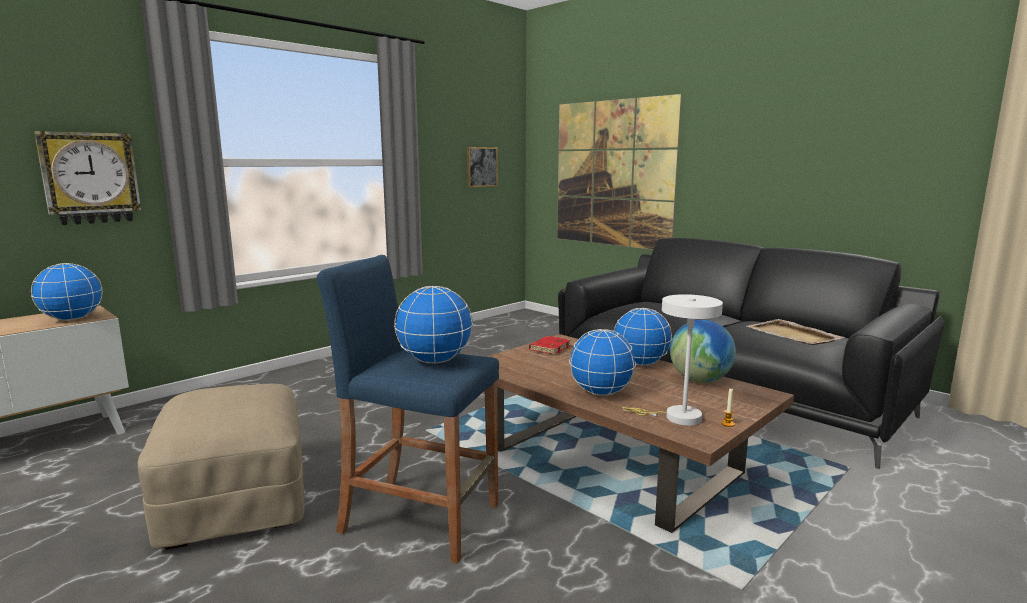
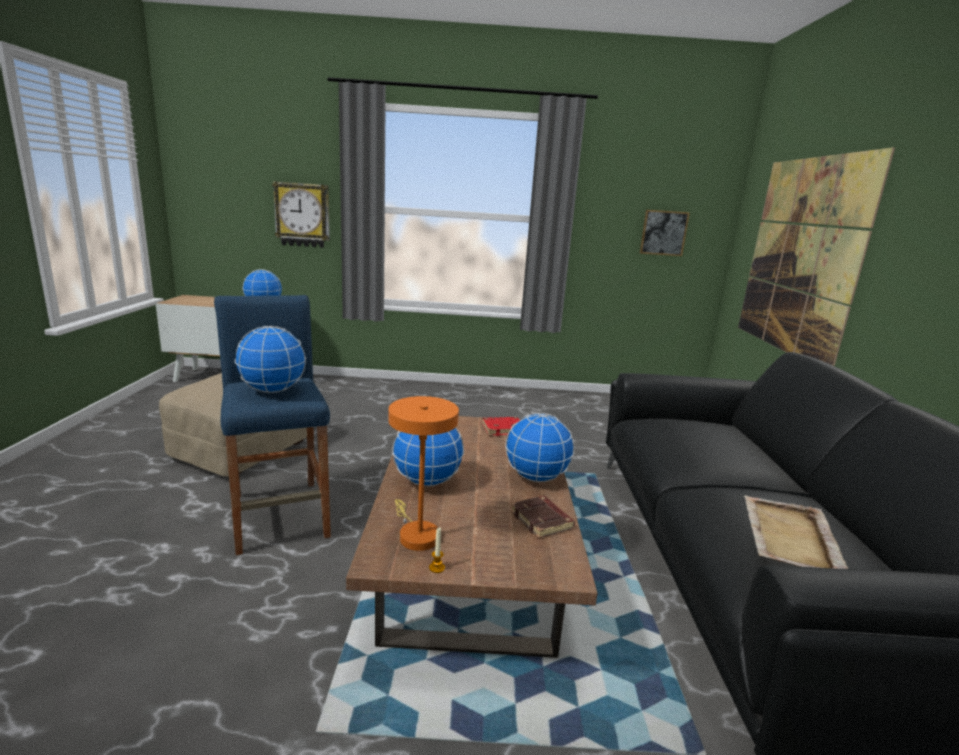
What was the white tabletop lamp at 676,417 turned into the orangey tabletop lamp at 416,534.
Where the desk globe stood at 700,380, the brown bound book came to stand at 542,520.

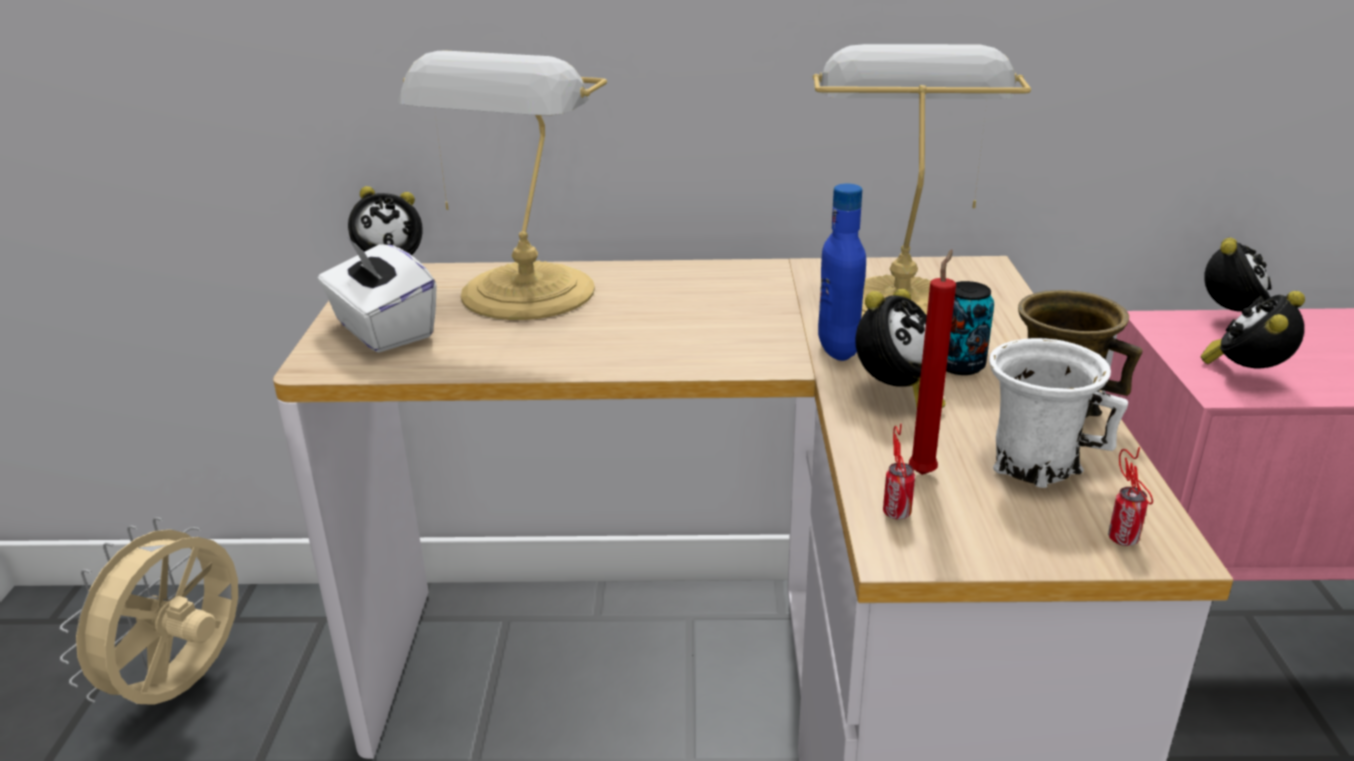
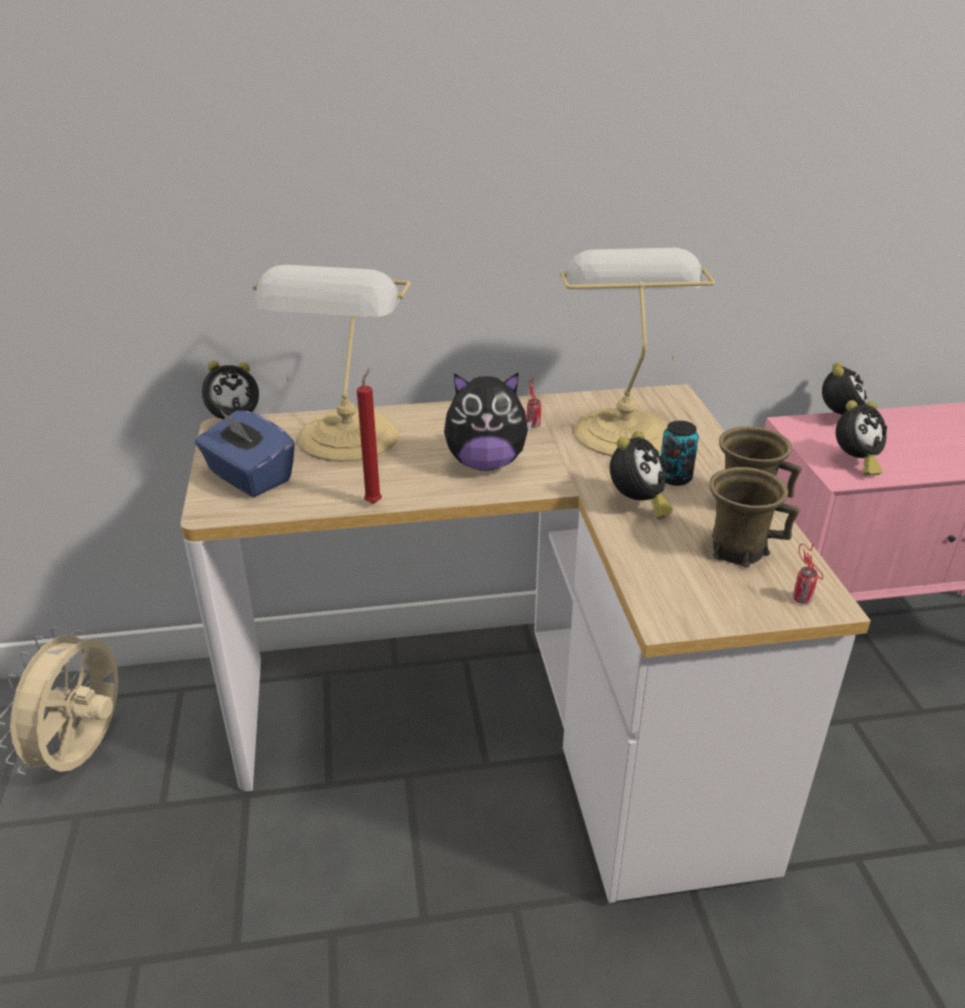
The second view lost the bluish beverage bottle at 838,349.
What was the white tissue box at 382,330 turned into the bluish tissue box at 249,477.
The red candle ended up elsewhere, having gone from 923,472 to 374,502.
The bedside clock at 1246,374 ended up facing another way, 150 degrees counterclockwise from before.
What was the white tea mug at 1034,462 turned into the brown tea mug at 737,549.
The metal can ended up elsewhere, having gone from 897,516 to 533,426.
The second view gained the cuddly toy at 486,463.

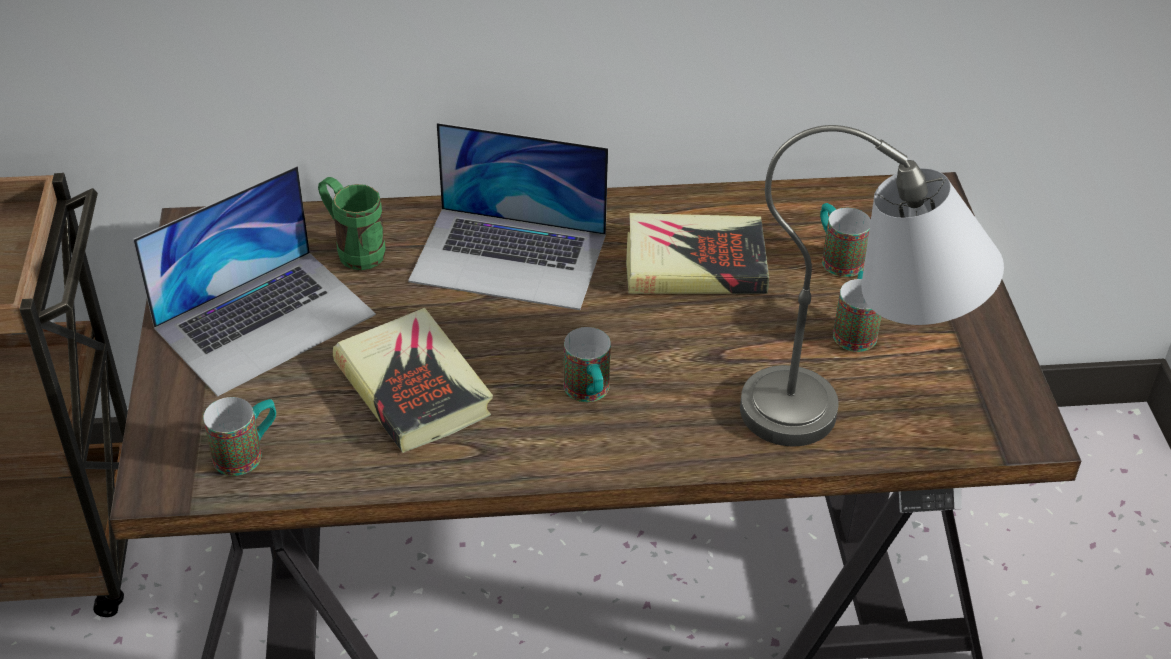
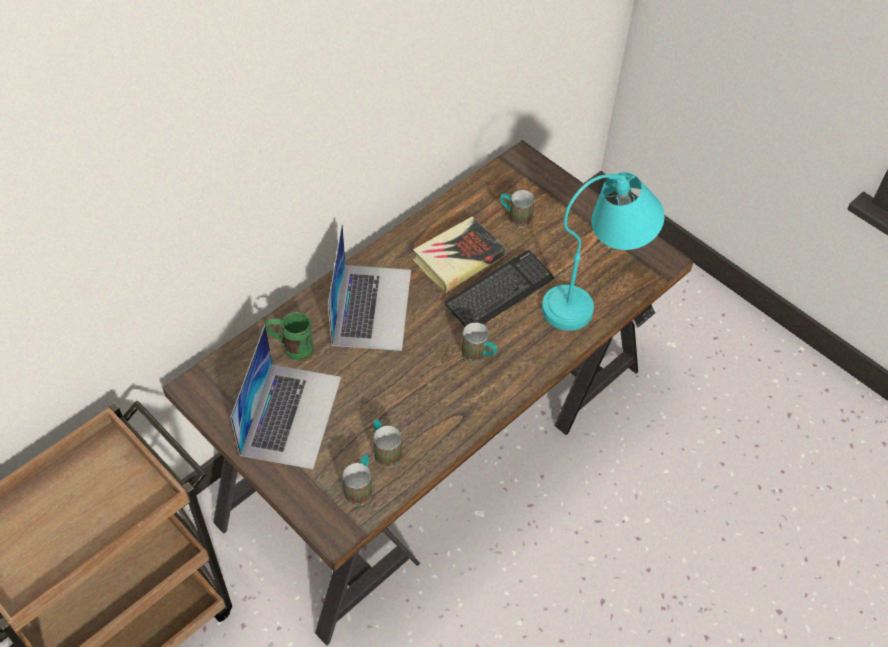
The laptop at 509,257 ended up facing another way, 60 degrees counterclockwise from before.
What was the gray tabletop lamp at 855,415 turned into the turquoise-coloured tabletop lamp at 595,295.
The tea mug ended up elsewhere, having gone from 855,329 to 385,450.
The second view lost the bound book at 413,388.
The second view gained the keyboard at 499,292.

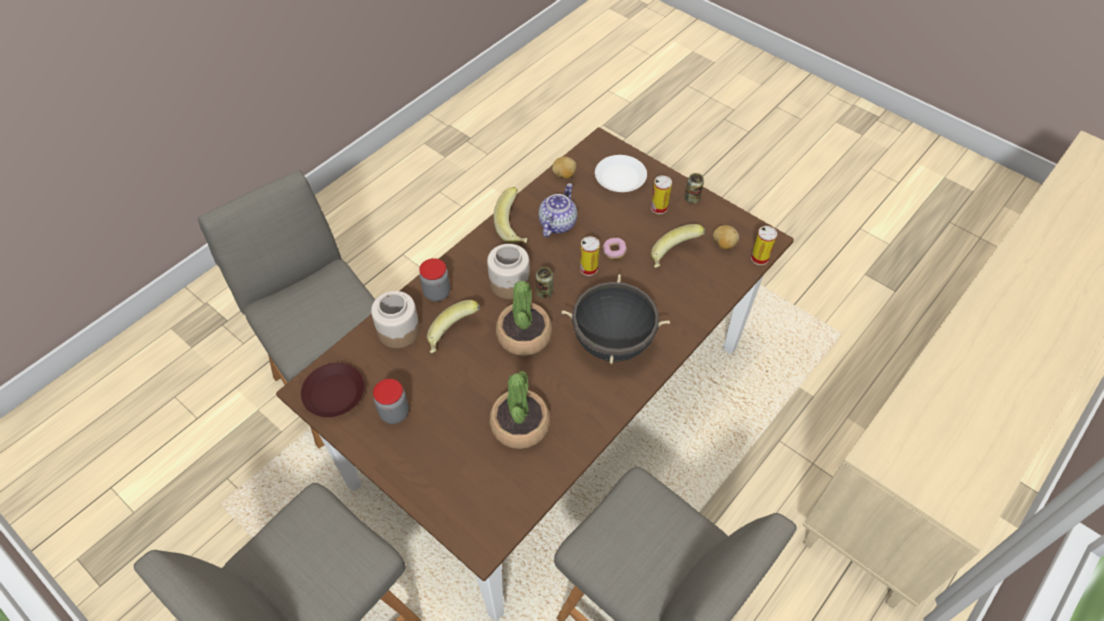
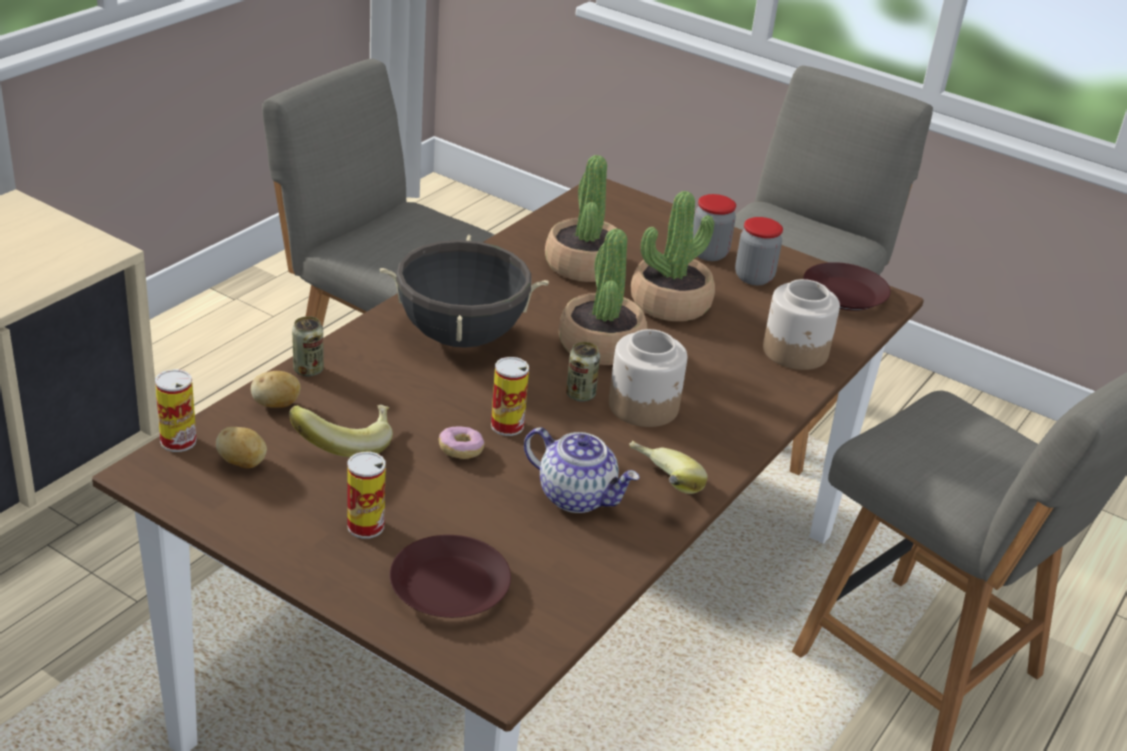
What was the white flat dish at 620,177 turned into the brown flat dish at 450,587.
The spud ended up elsewhere, having gone from 564,175 to 276,405.
The metal can ended up elsewhere, having gone from 692,198 to 308,370.
The teapot at 557,223 ended up facing another way, 75 degrees counterclockwise from before.
The storage jar ended up elsewhere, having gone from 437,293 to 708,253.
The second view lost the whole banana at 453,336.
The second view gained the houseplant at 670,303.

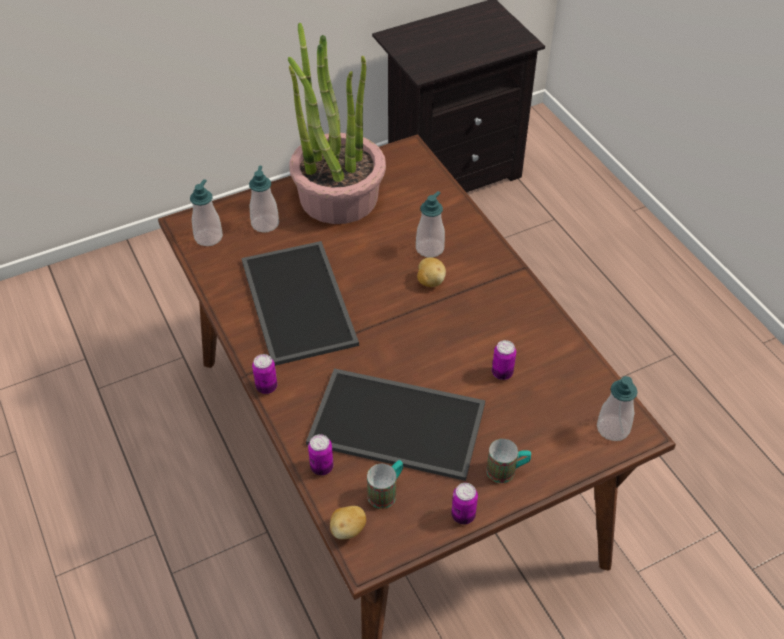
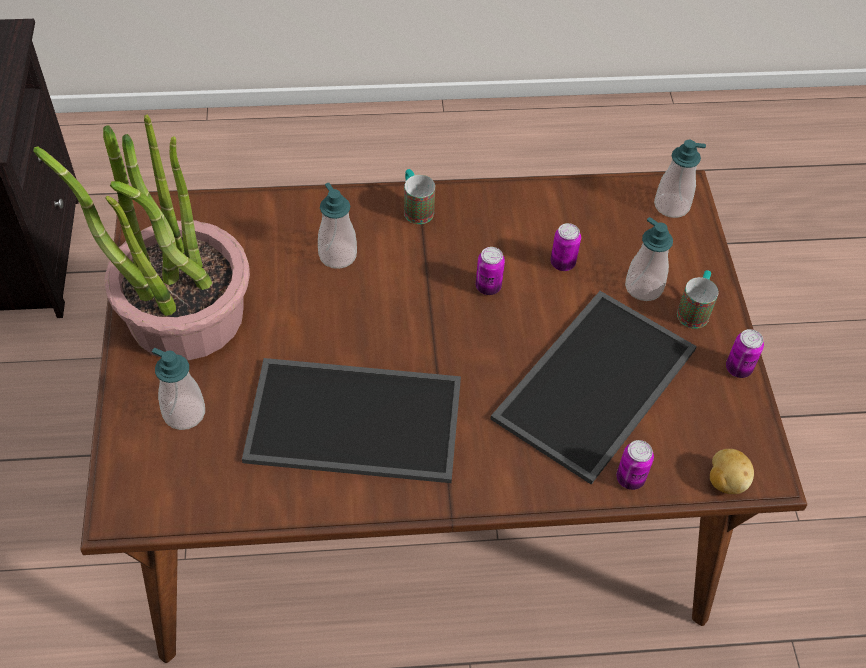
The soap bottle ended up elsewhere, having gone from 208,237 to 643,287.
The second view lost the spud at 430,281.
The metal can ended up elsewhere, having gone from 266,387 to 488,287.
The tea mug ended up elsewhere, having gone from 386,491 to 416,208.

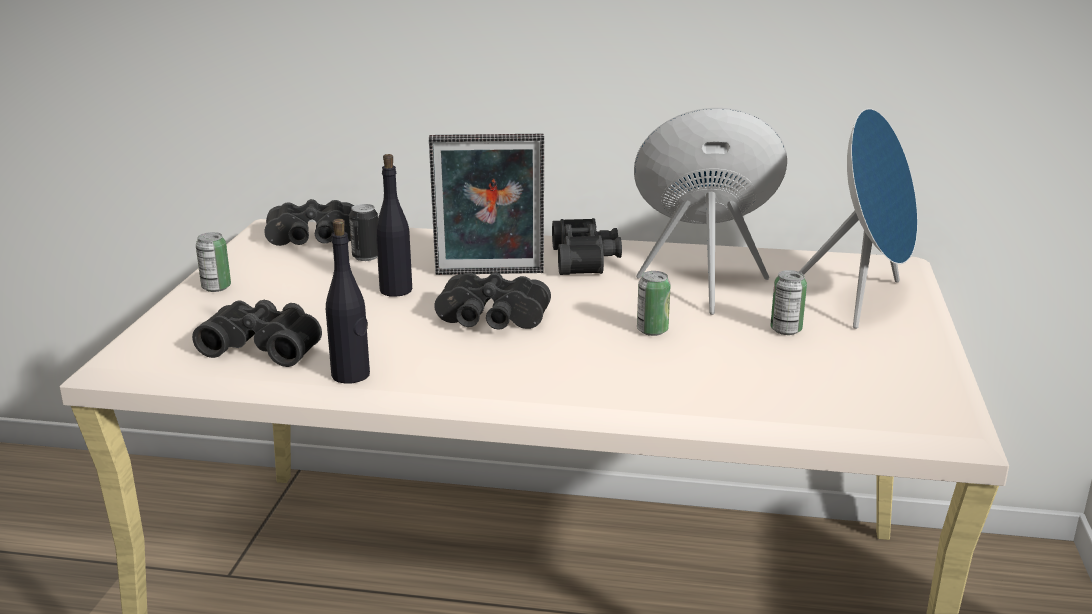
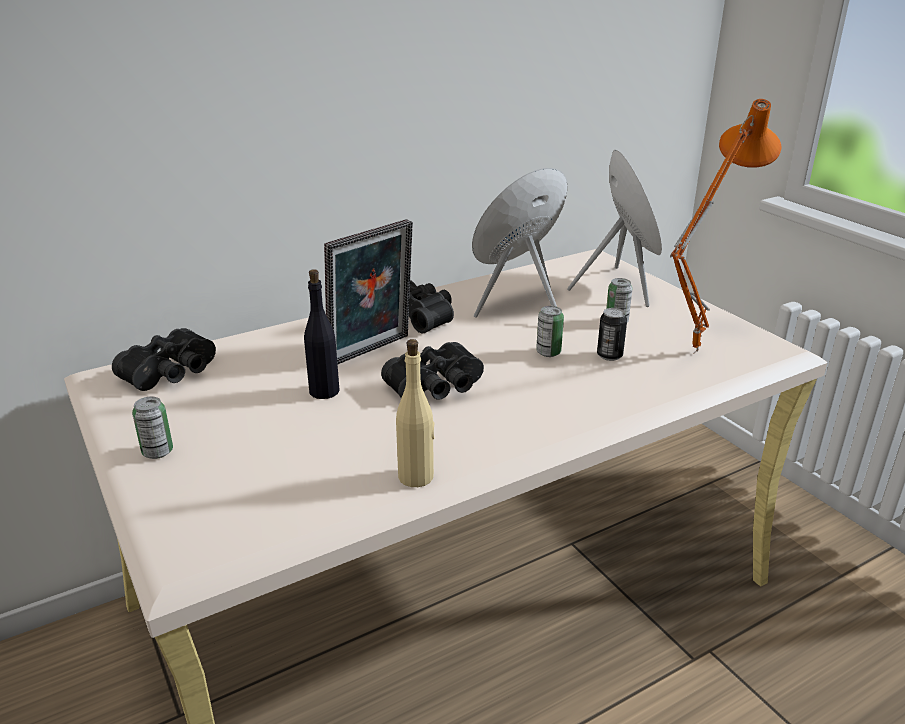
The metal can ended up elsewhere, having gone from 366,257 to 609,356.
What was the black-coloured beverage bottle at 351,375 turned into the beige-coloured beverage bottle at 416,477.
The second view lost the black-coloured field glasses at 265,346.
The second view gained the orangey tabletop lamp at 691,350.

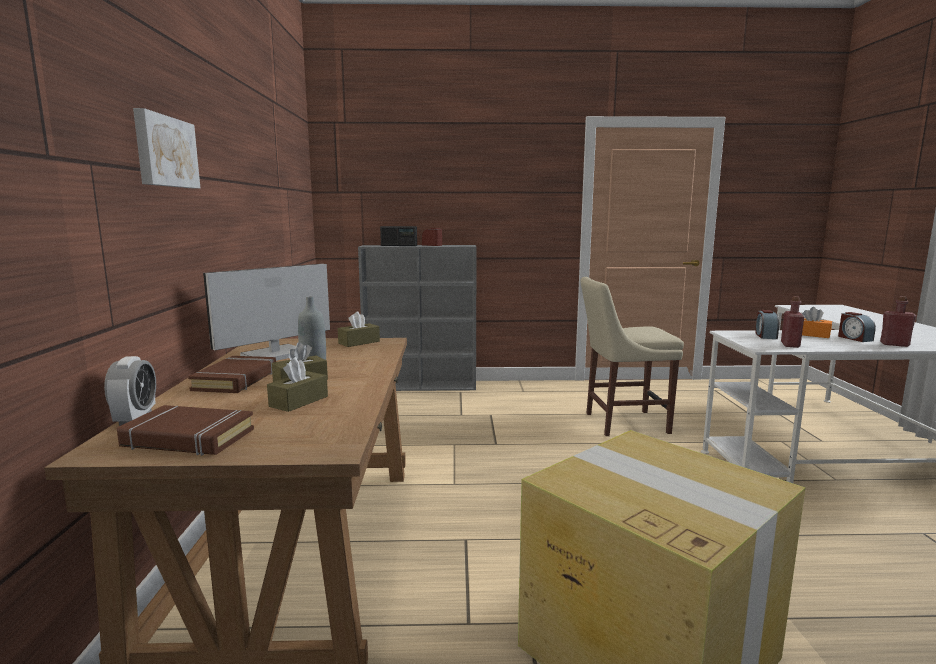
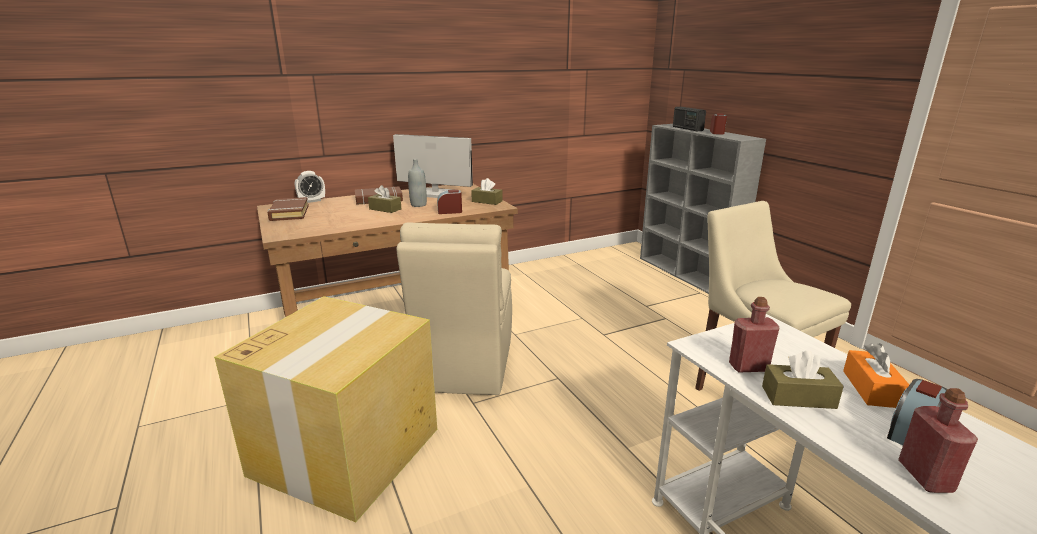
The second view lost the wall picture at 165,152.
The bedside clock ended up elsewhere, having gone from 765,336 to 450,211.
The brown tissue box ended up elsewhere, having gone from 299,401 to 798,397.
The second view gained the beige-coloured chair at 464,365.

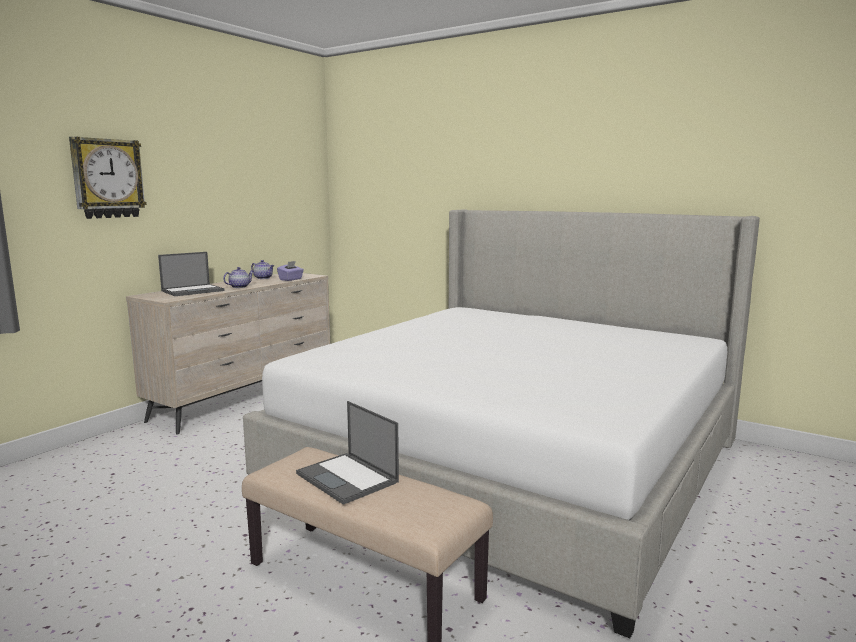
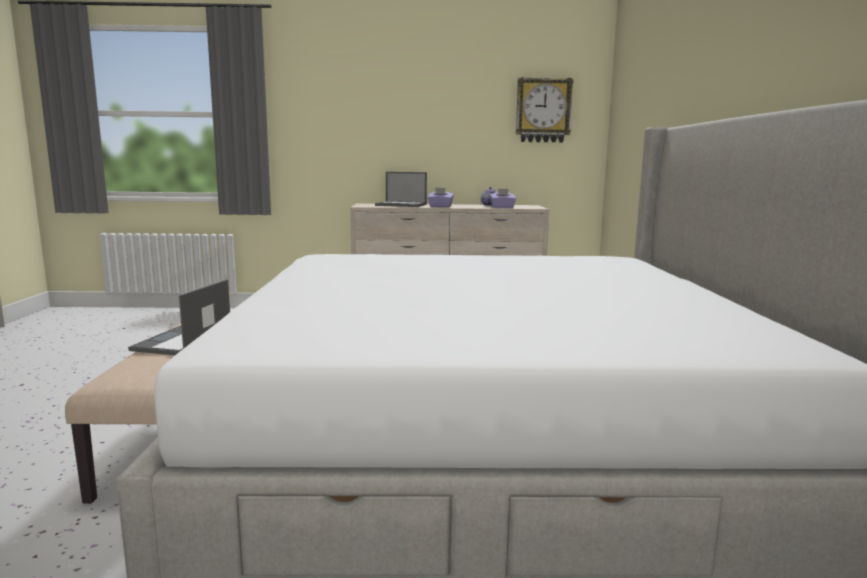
The clock on the wall ended up elsewhere, having gone from 107,178 to 543,110.
Where the teapot stood at 239,287, the purple tissue box came to stand at 440,206.

